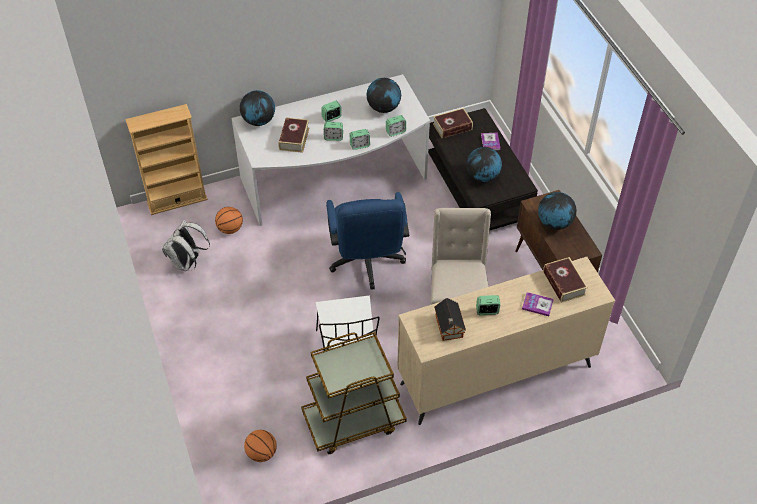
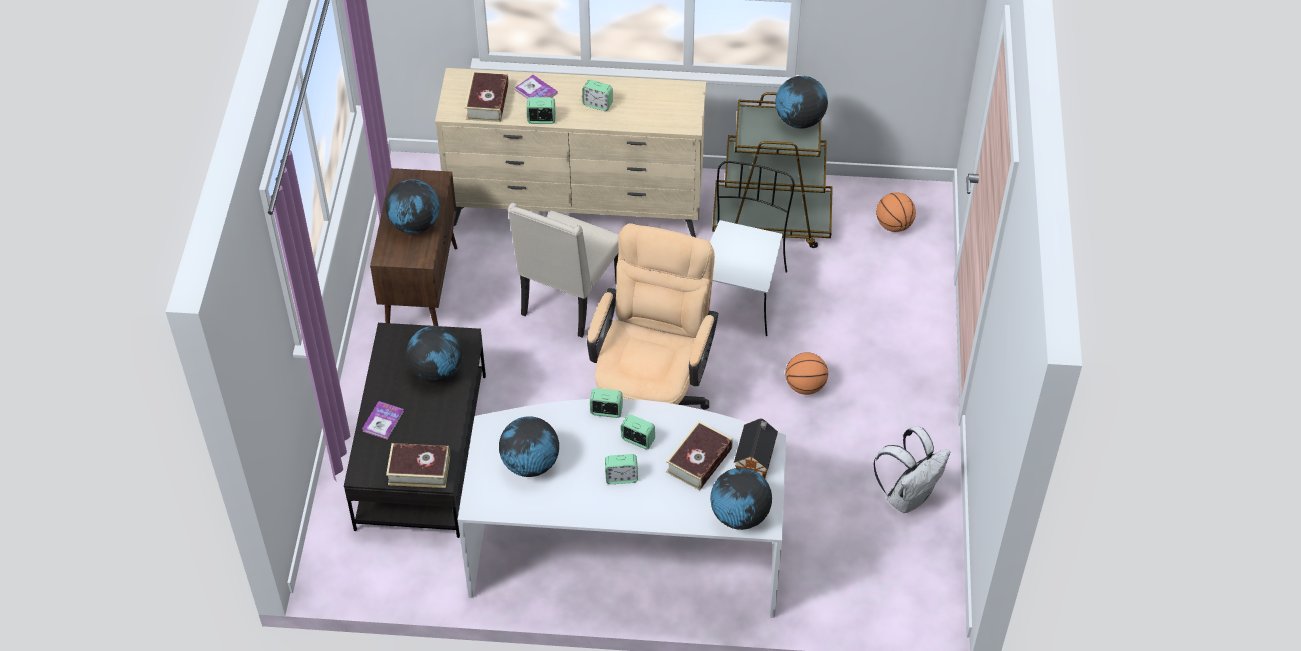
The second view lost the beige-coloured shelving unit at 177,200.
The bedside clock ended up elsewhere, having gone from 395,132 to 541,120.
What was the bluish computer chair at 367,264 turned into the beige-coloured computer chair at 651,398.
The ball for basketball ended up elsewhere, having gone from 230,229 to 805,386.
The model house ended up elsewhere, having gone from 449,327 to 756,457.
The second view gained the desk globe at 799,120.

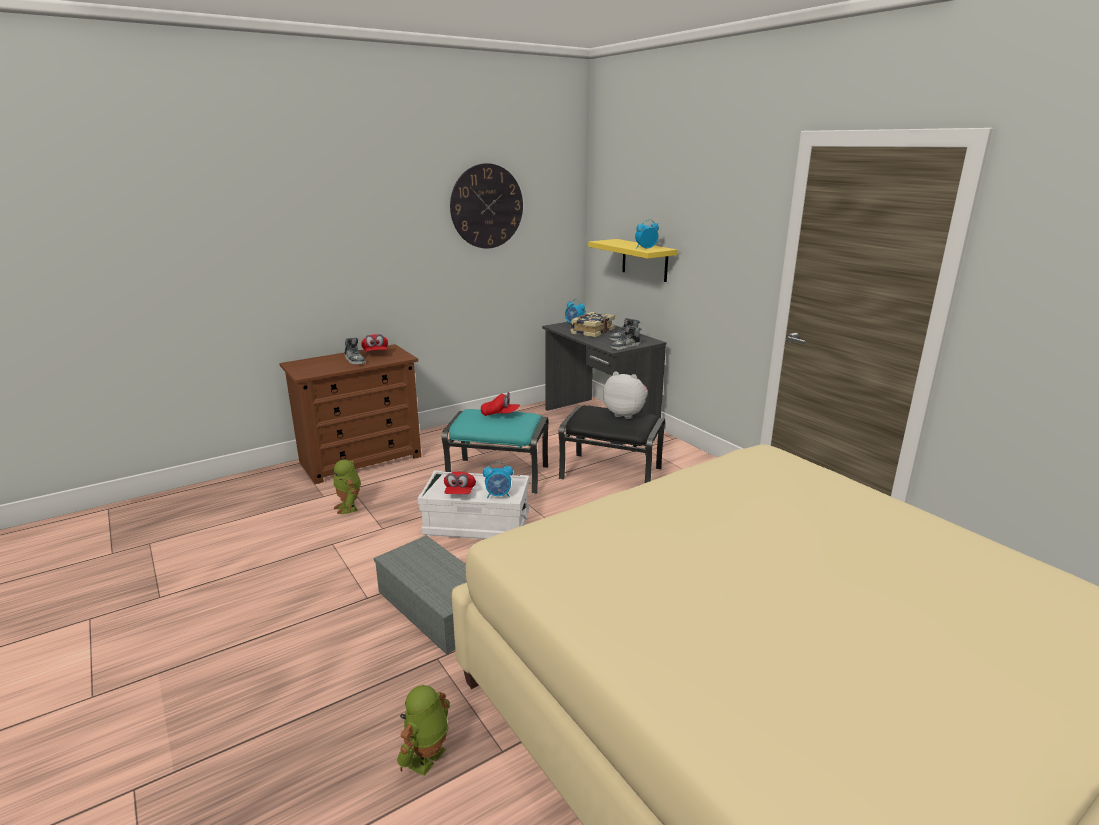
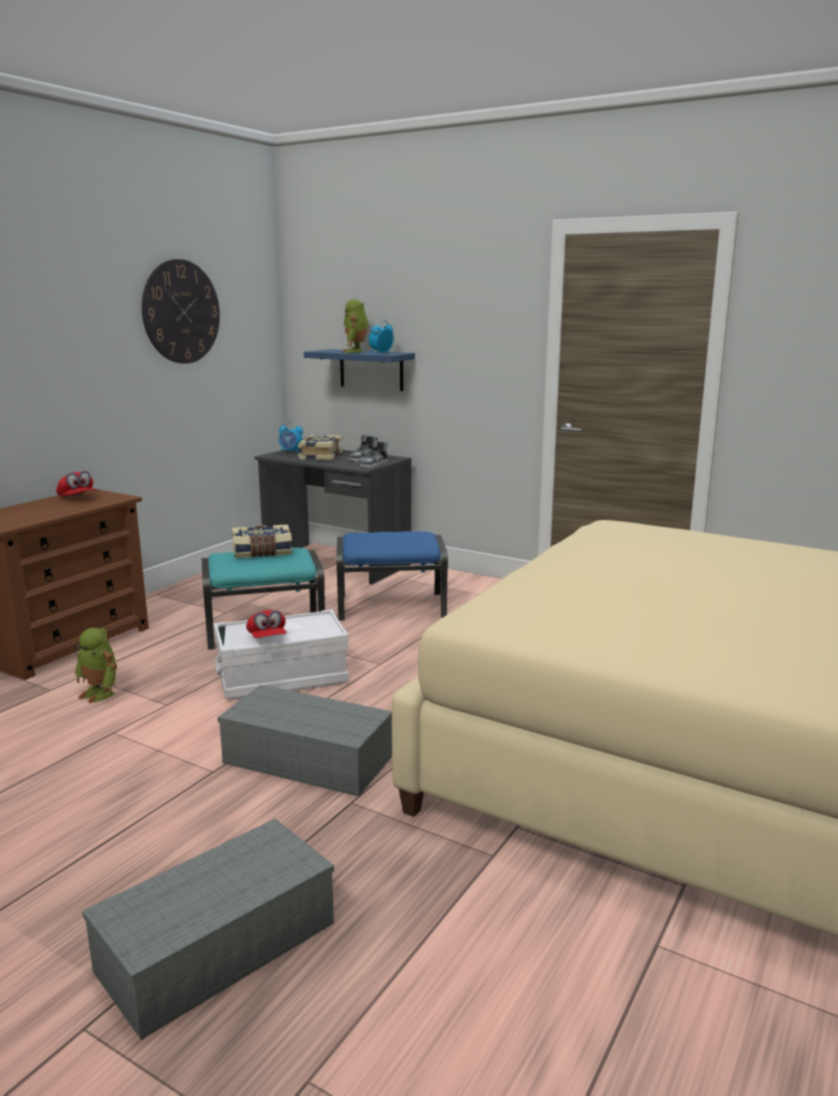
What was the yellow-coloured bracket shelf at 644,260 turned into the bluish bracket shelf at 371,369.
The second view lost the item of footwear at 355,360.
The second view lost the cuddly toy at 625,414.
Where the red cap stood at 500,414, the bound book came to stand at 262,552.
What was the black-coloured footrest at 611,473 turned into the bluish footrest at 392,606.
The second view lost the bedside clock at 498,495.
The robot figure ended up elsewhere, having gone from 427,759 to 355,352.
The second view gained the gray storage container at 219,943.

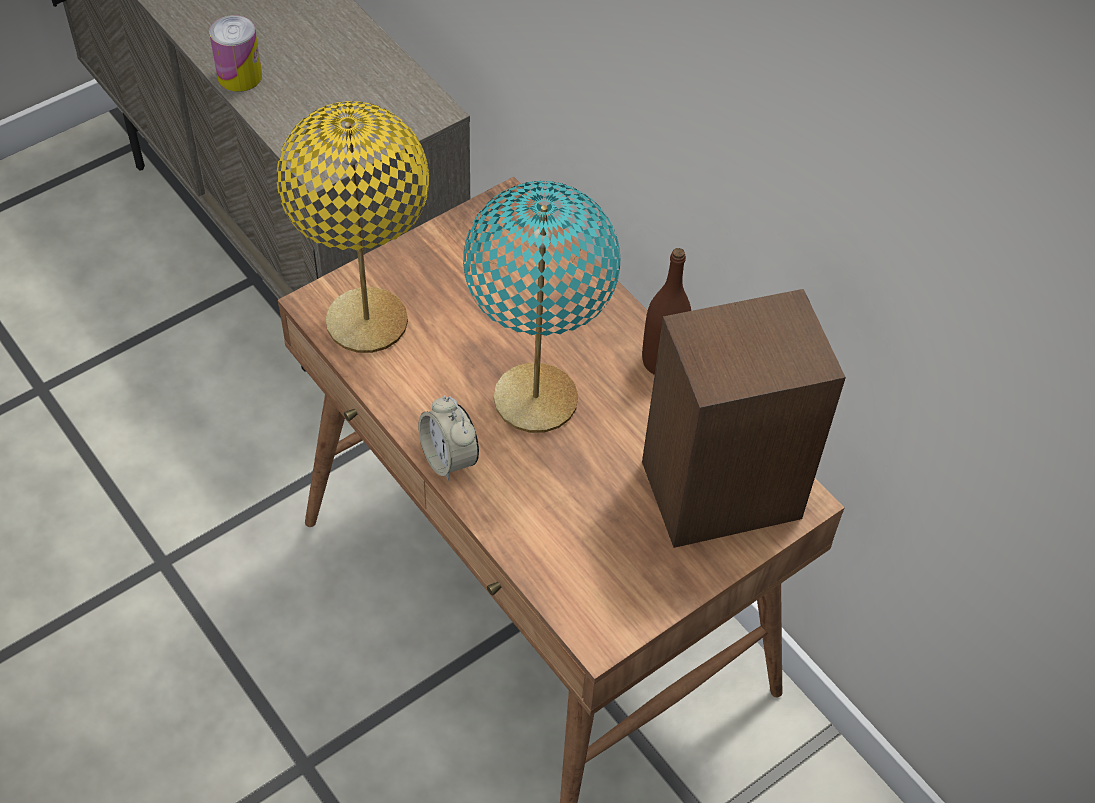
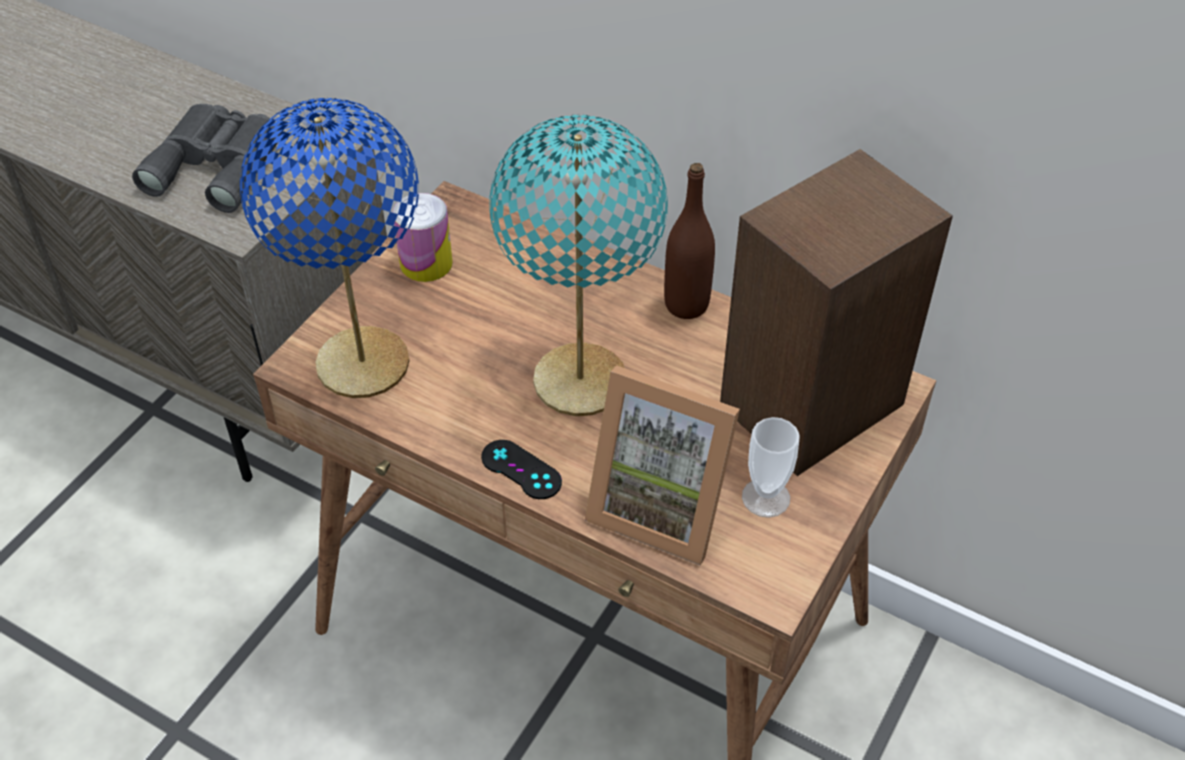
The metal can ended up elsewhere, having gone from 239,76 to 426,263.
What was the yellow-coloured tabletop lamp at 365,322 turned into the bluish tabletop lamp at 361,365.
Where the bedside clock stood at 449,458, the black-coloured game controller came to stand at 521,470.
The second view gained the gray field glasses at 219,163.
The second view gained the picture frame at 662,505.
The second view gained the cup at 765,498.

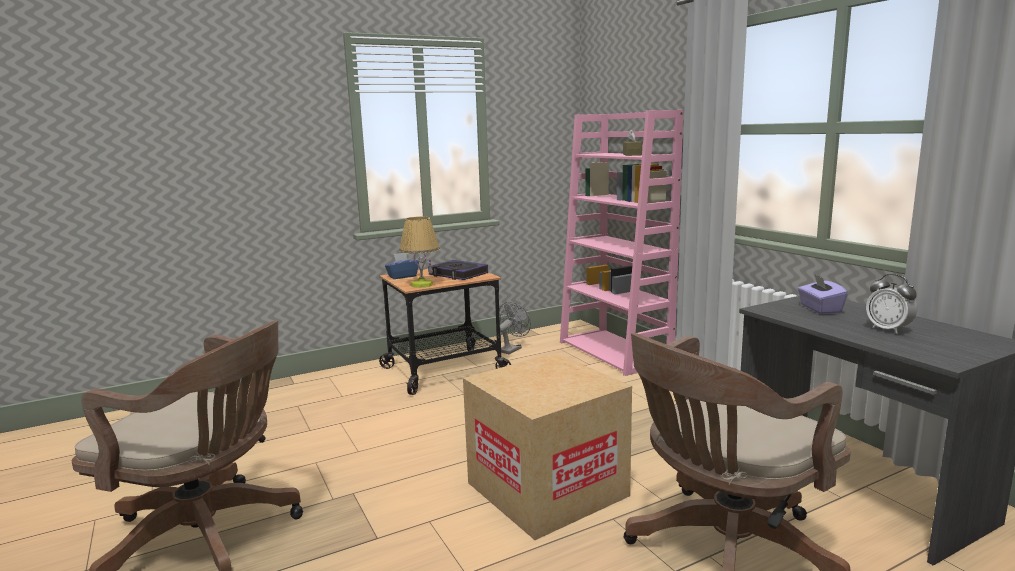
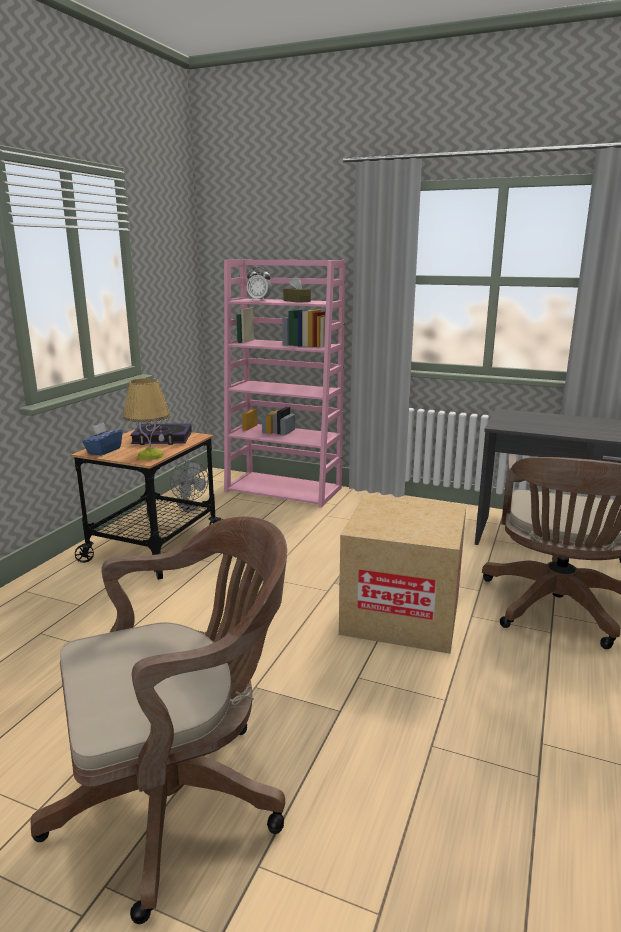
The second view lost the purple tissue box at 819,309.
The bedside clock ended up elsewhere, having gone from 888,329 to 259,300.
The gray cooling fan at 512,349 ended up facing another way, 150 degrees clockwise from before.

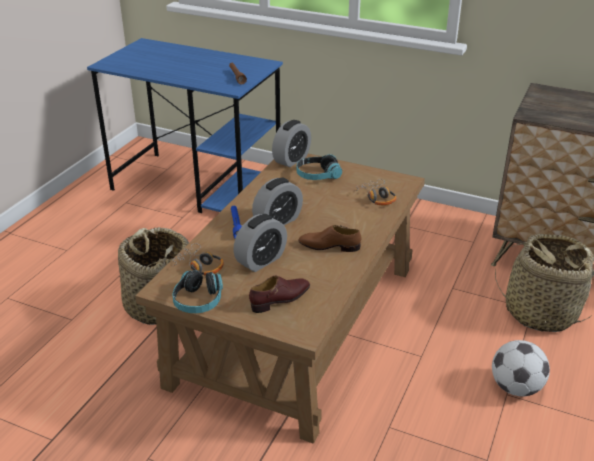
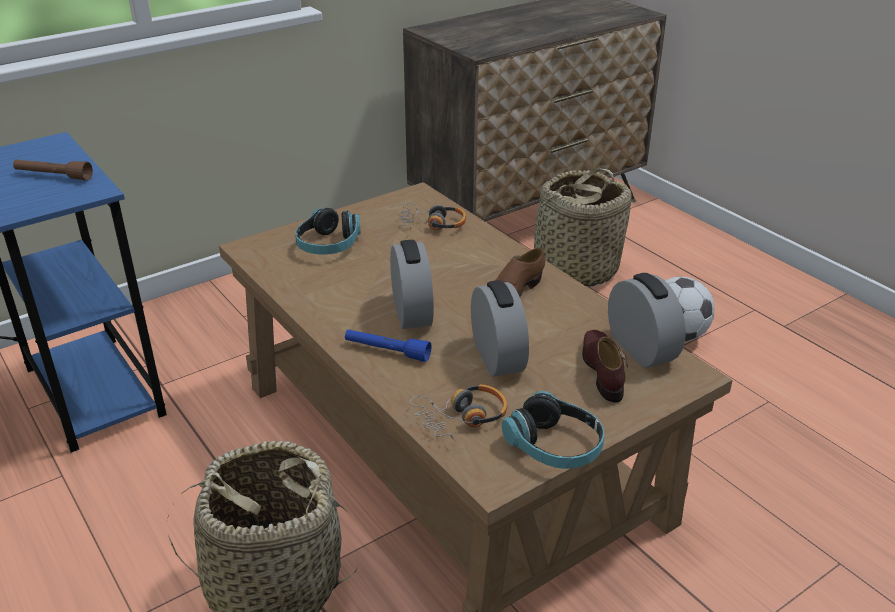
The bedside clock ended up elsewhere, having gone from 291,159 to 641,349.

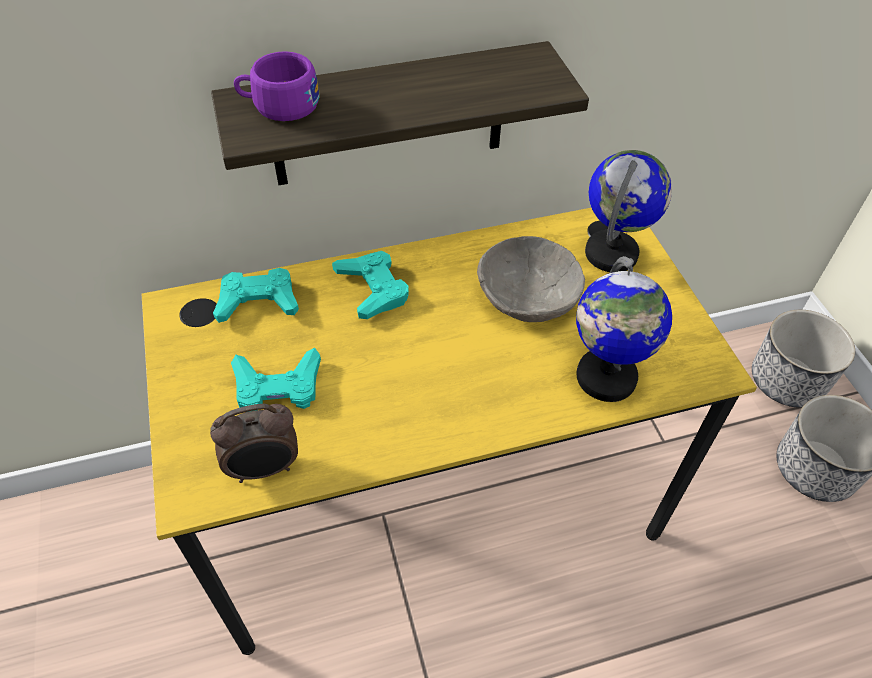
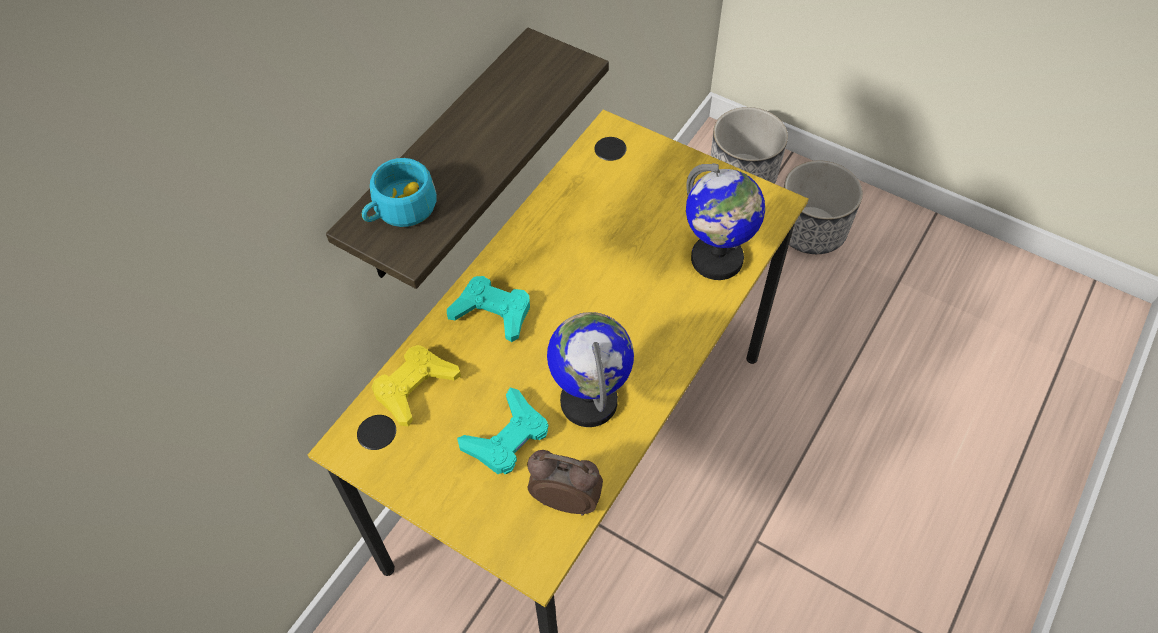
What was the purple cup at 279,105 turned into the turquoise-coloured cup at 399,210.
The desk globe ended up elsewhere, having gone from 612,253 to 589,401.
The second view lost the gray bowl at 527,297.
What was the turquoise-coloured game controller at 258,301 turned into the yellow-coloured game controller at 415,387.
The bedside clock at 265,469 ended up facing another way, 105 degrees counterclockwise from before.

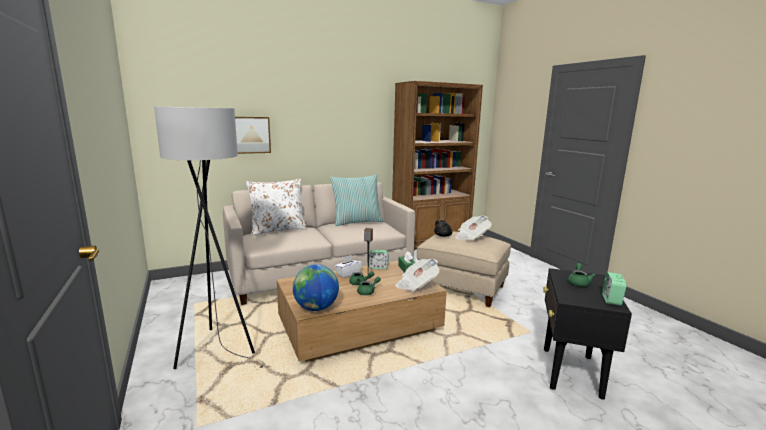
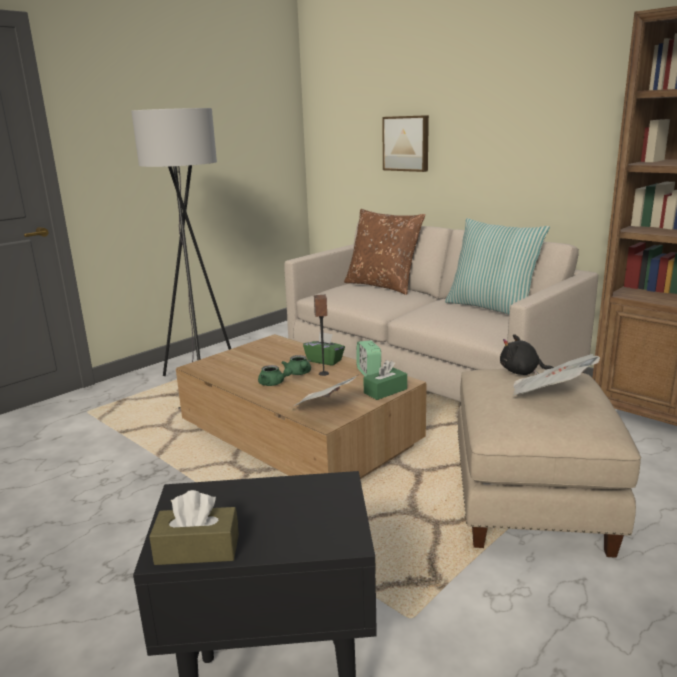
What was the white cushion at 278,230 turned into the brown cushion at 383,285.
What was the white tissue box at 348,274 turned into the green tissue box at 325,360.
The second view lost the green teapot at 578,282.
The second view lost the desk globe at 316,308.
Where the bedside clock stood at 611,300, the brown tissue box came to stand at 197,549.

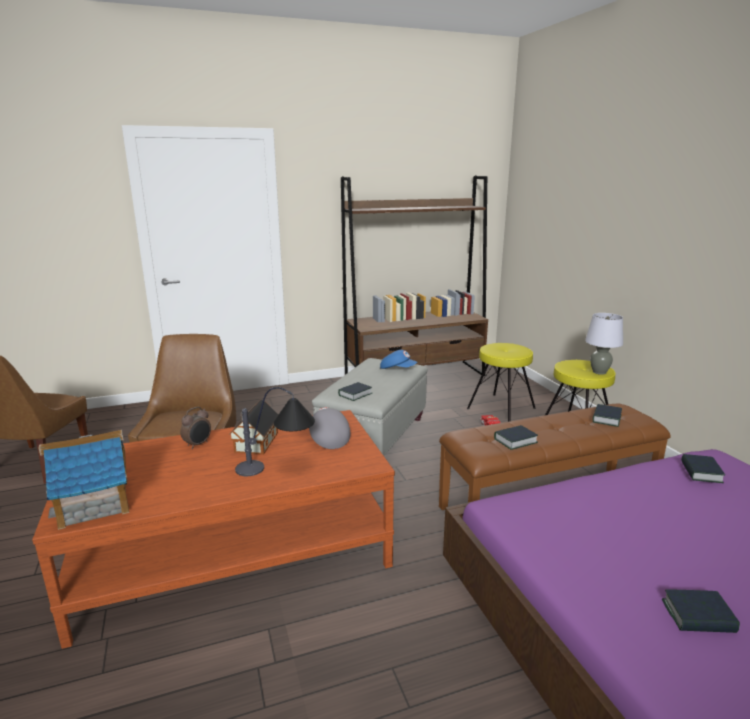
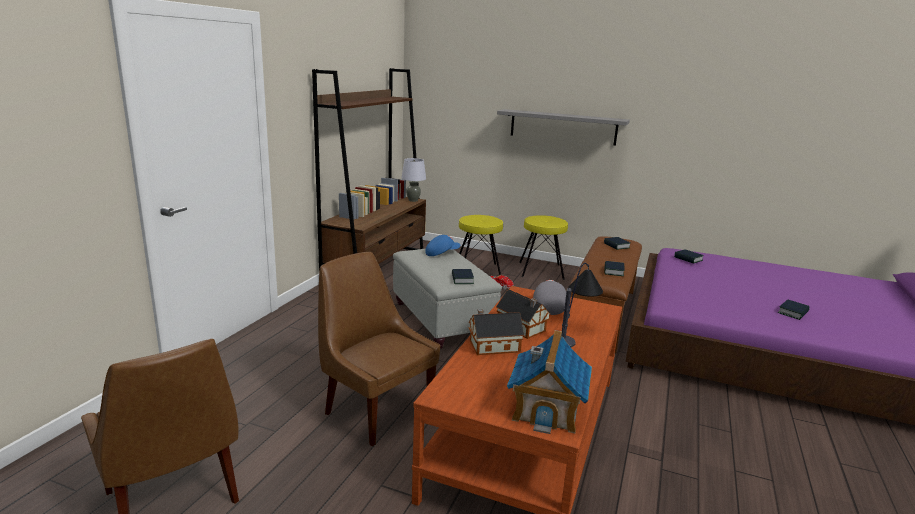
The gray tabletop lamp ended up elsewhere, having gone from 599,372 to 413,200.
Where the bedside clock stood at 198,444, the model house came to stand at 492,346.
The gray cap at 327,437 ended up facing another way, 75 degrees clockwise from before.
The second view gained the gray bracket shelf at 563,127.

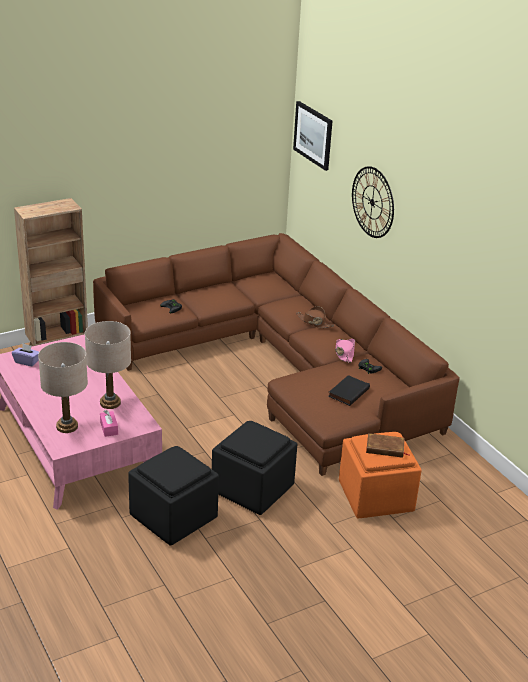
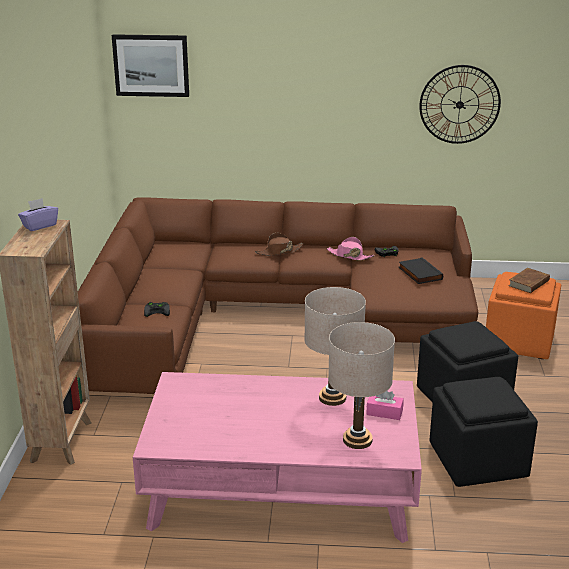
The clock on the wall ended up elsewhere, having gone from 372,202 to 459,104.
The purple tissue box ended up elsewhere, having gone from 27,361 to 39,225.

